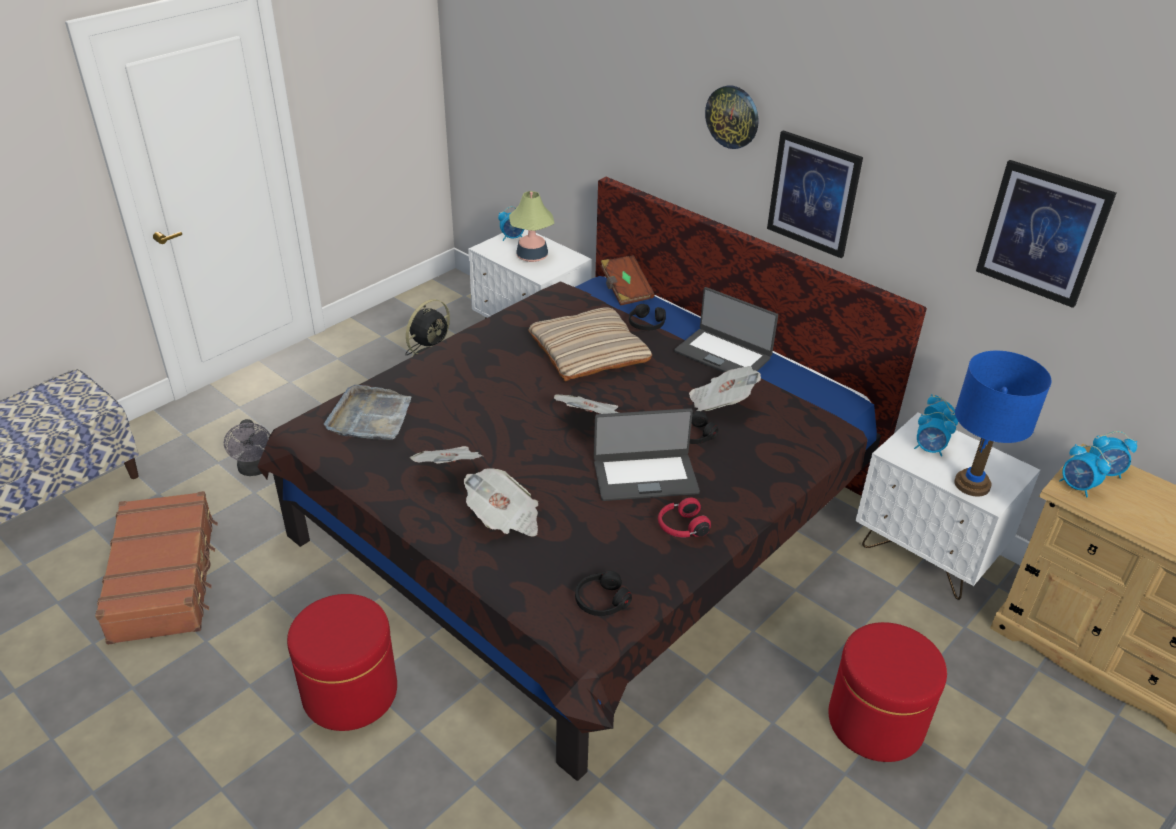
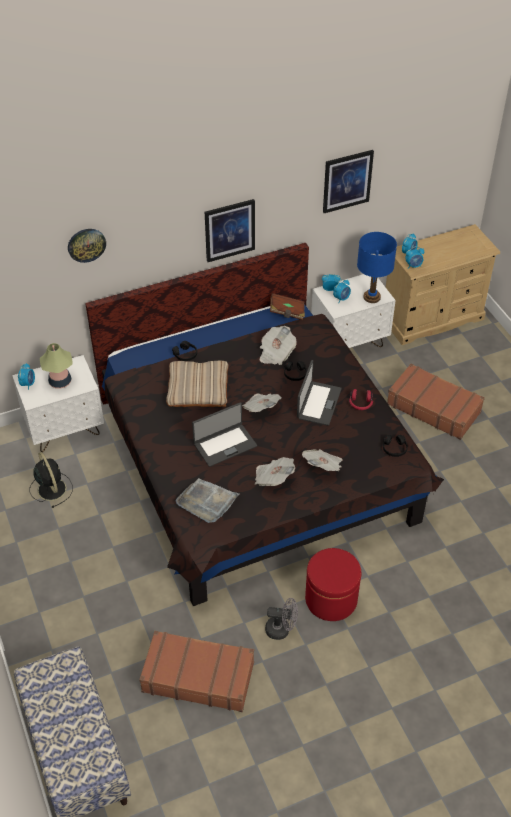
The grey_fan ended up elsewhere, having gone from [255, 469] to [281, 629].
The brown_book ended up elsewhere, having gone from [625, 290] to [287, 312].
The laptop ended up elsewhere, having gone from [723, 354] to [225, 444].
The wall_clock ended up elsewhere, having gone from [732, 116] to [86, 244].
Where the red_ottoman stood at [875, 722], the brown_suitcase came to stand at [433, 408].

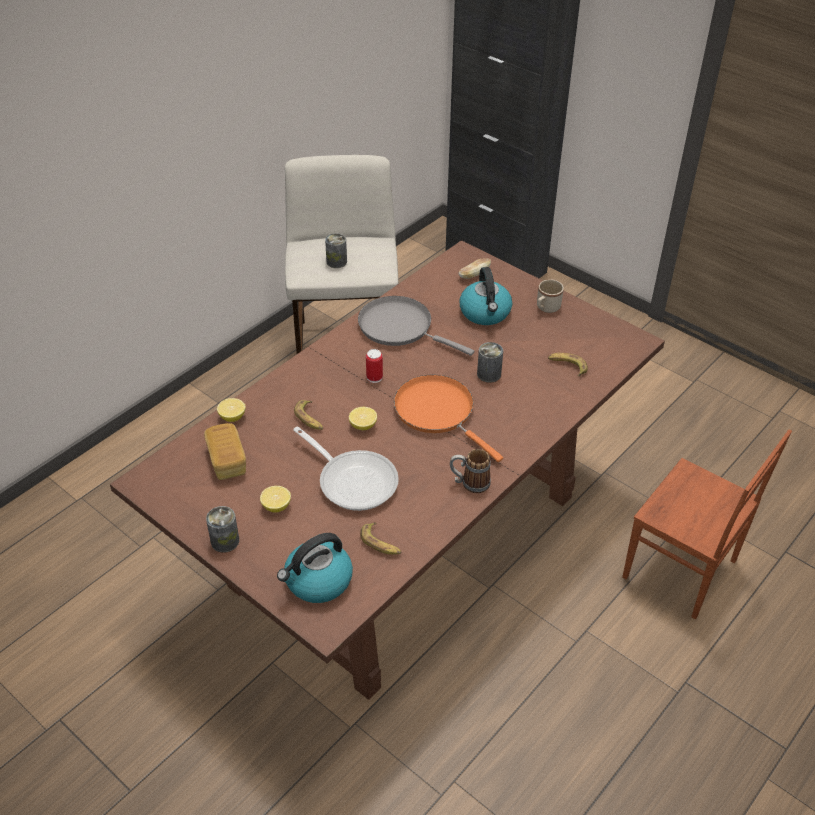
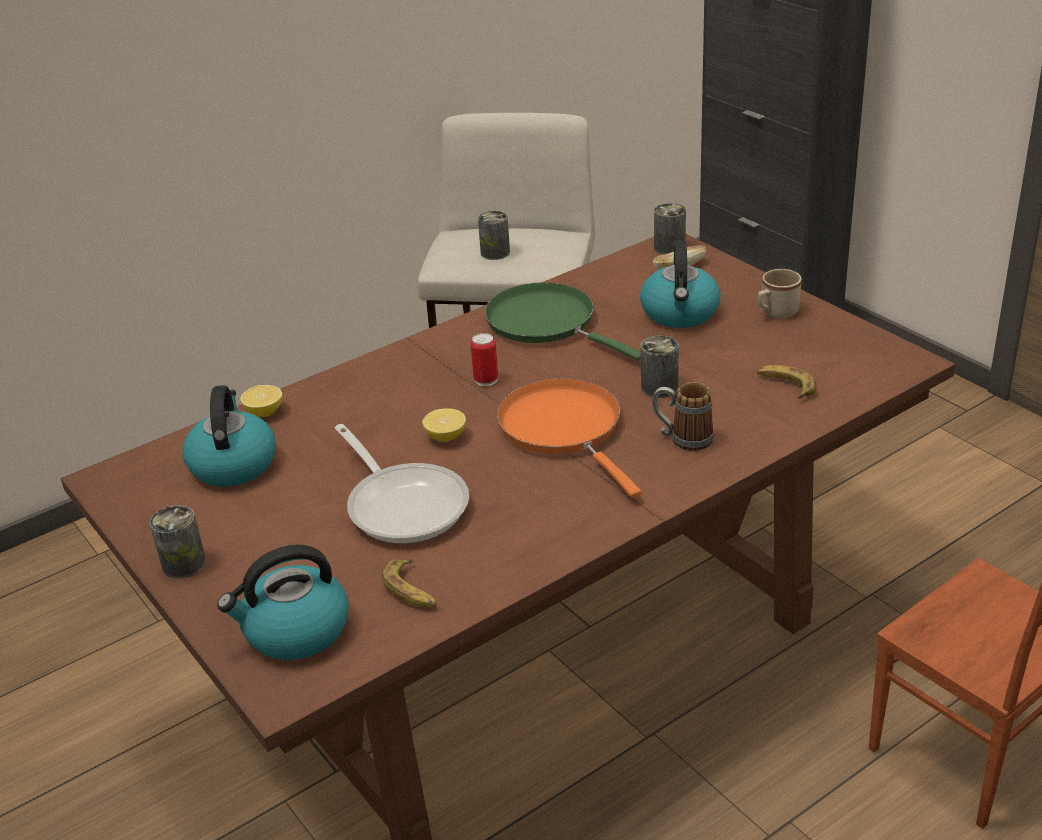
Where the bread stood at [227, 461], the kettle came to stand at [233, 464].
The second view lost the lemon at [276, 506].
The second view lost the banana at [310, 419].
What was the grey_frying_pan at [400, 327] turned into the green_frying_pan at [547, 323].
The mug ended up elsewhere, having gone from [469, 483] to [683, 439].
The second view gained the can at [669, 248].

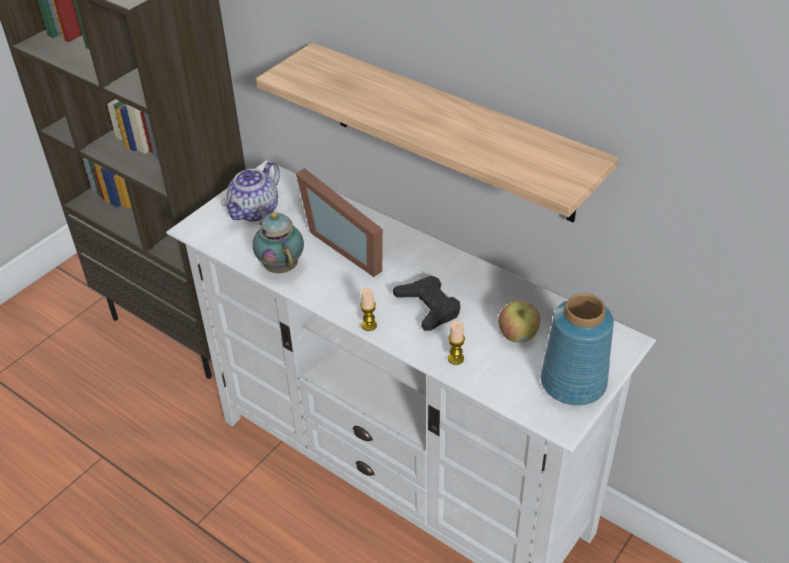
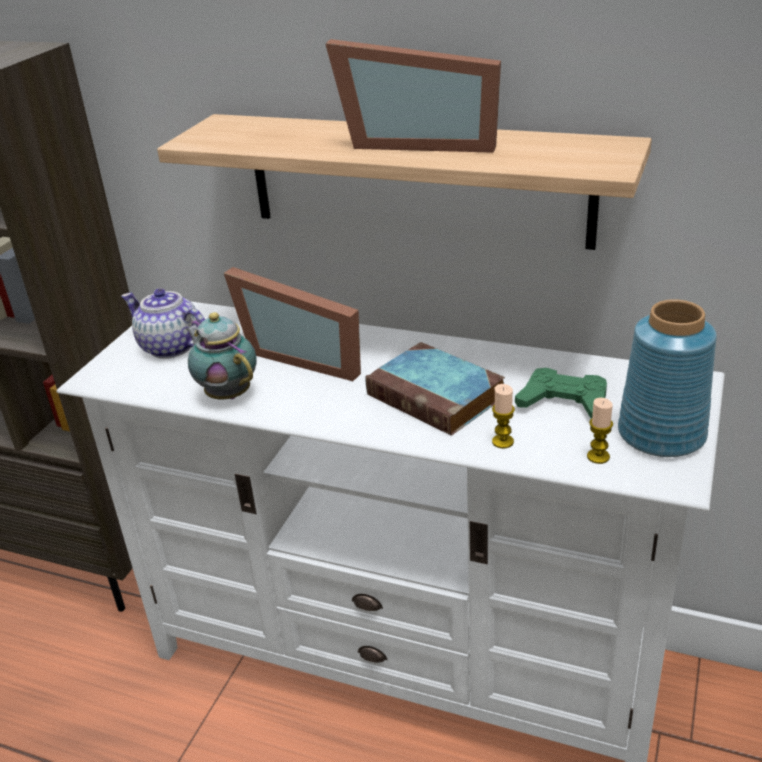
The teapot at [255, 211] ended up facing another way, 105 degrees clockwise from before.
The candle ended up elsewhere, having gone from [369, 325] to [598, 456].
Where the black_game_controller stood at [428, 307], the book came to stand at [438, 397].
Where the apple stood at [518, 335], the green_game_controller came to stand at [564, 402].
The second view gained the picture_frame at [419, 142].

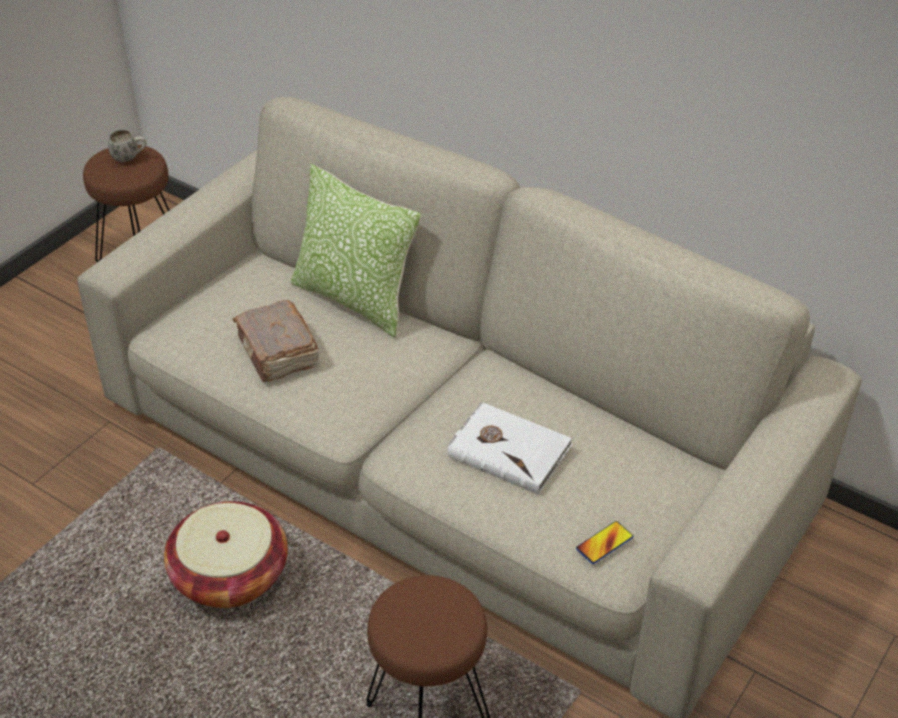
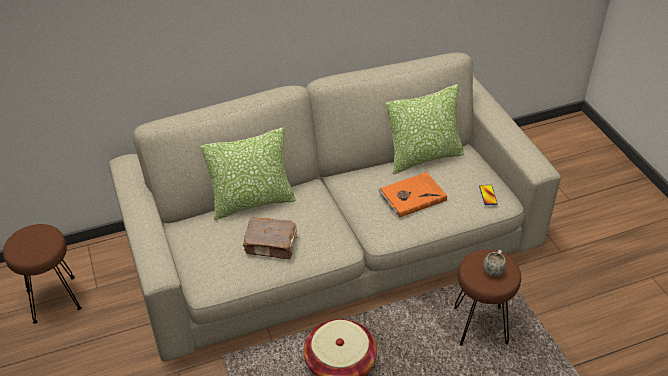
The white_mug ended up elsewhere, having gone from [130, 158] to [494, 269].
What was the white_book at [509, 450] turned into the orange_book at [411, 196].
The second view gained the pillow at [423, 157].

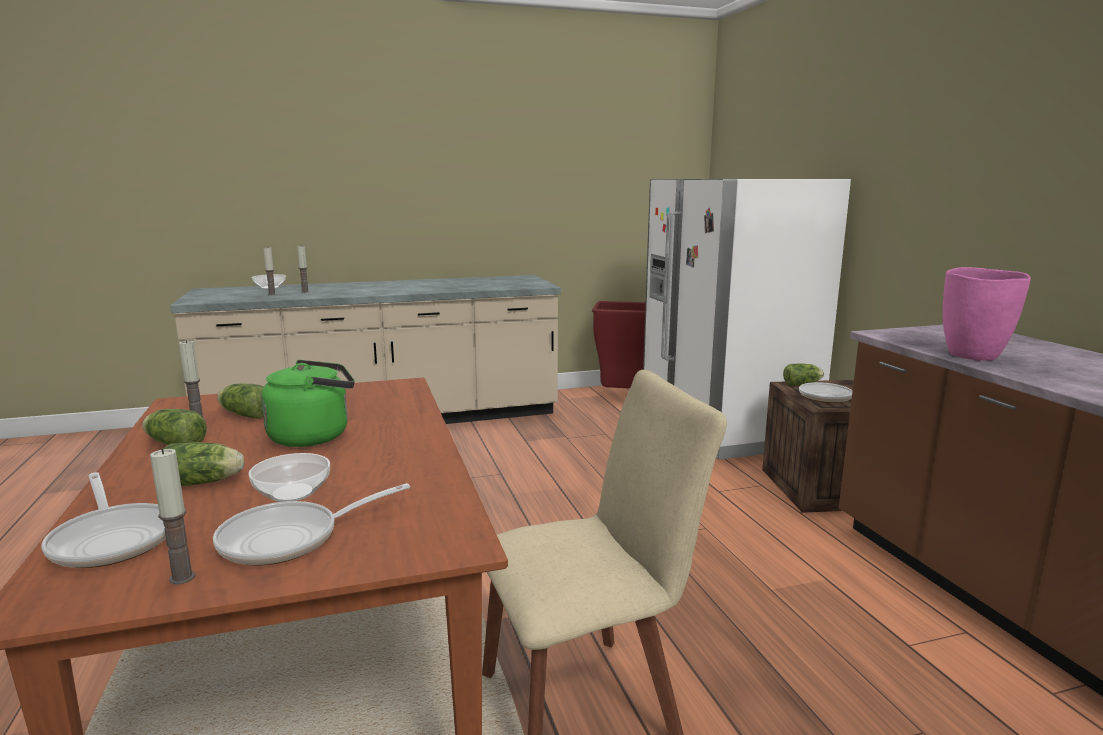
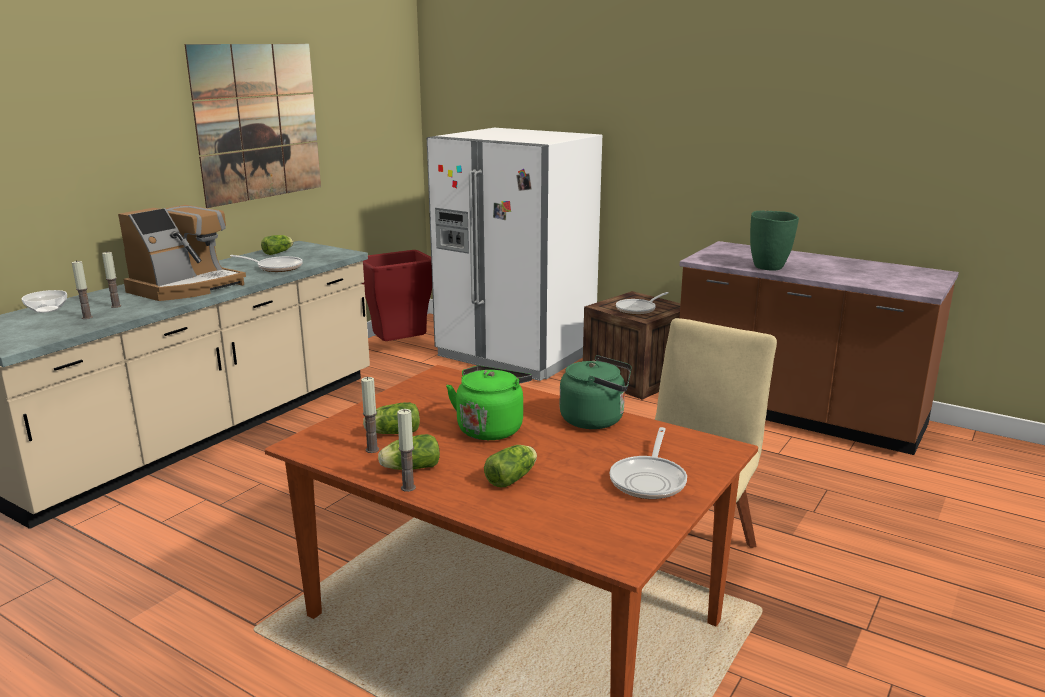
The frying_pan ended up elsewhere, having gone from [113, 539] to [276, 267].
The candle ended up elsewhere, having gone from [182, 578] to [408, 488].
The second view lost the bowl at [292, 493].
The lettuce ended up elsewhere, having gone from [803, 384] to [279, 252].
What was the pink_vase at [974, 355] turned into the green_vase at [769, 267].
The second view gained the coffee_machine at [186, 288].
The second view gained the picture at [258, 122].
The second view gained the green_kettle at [596, 420].

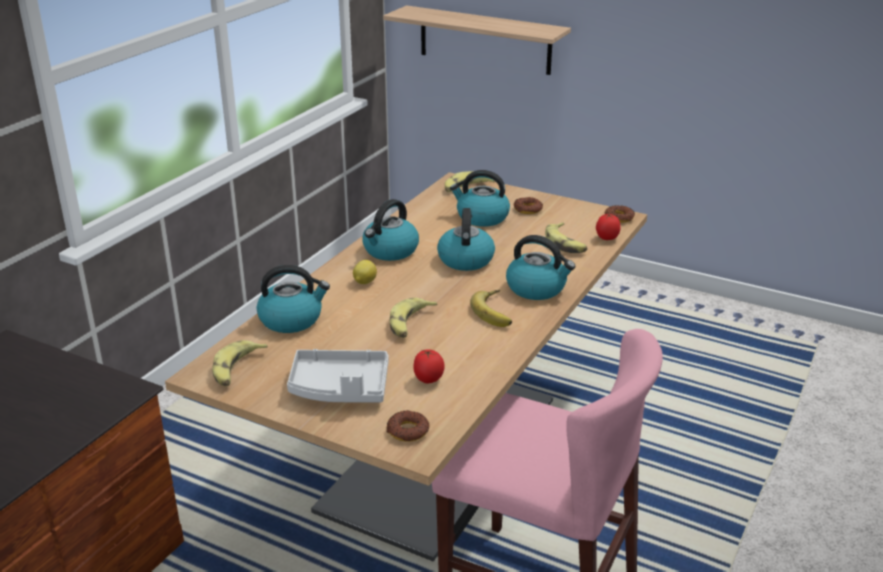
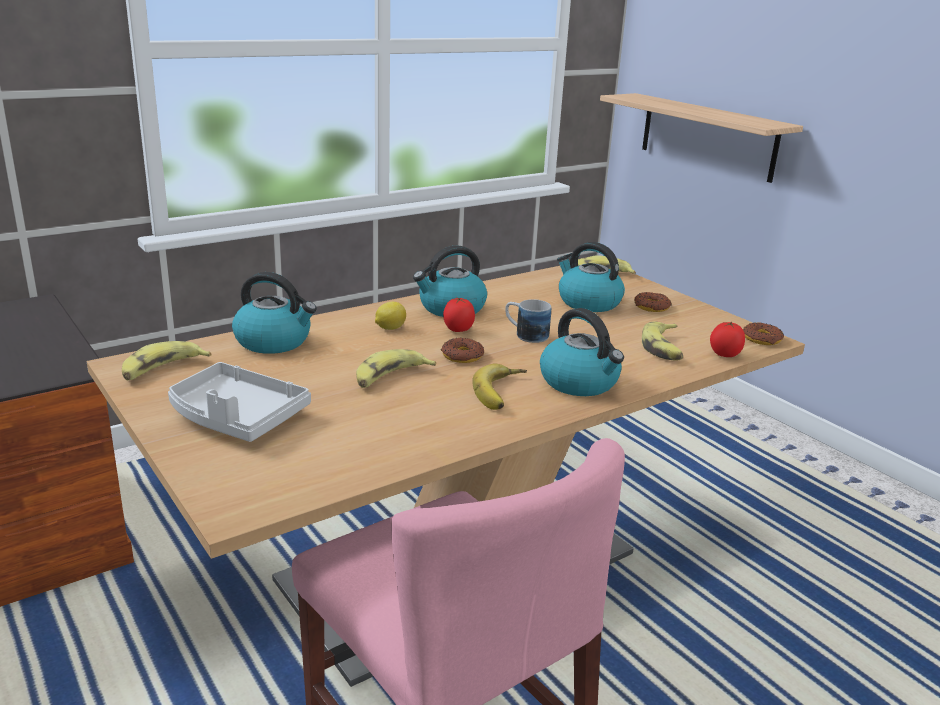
The donut ended up elsewhere, having gone from [408, 431] to [462, 356].
The tomato ended up elsewhere, having gone from [428, 380] to [458, 330].
Where the kettle stood at [465, 259], the mug came to stand at [525, 334].

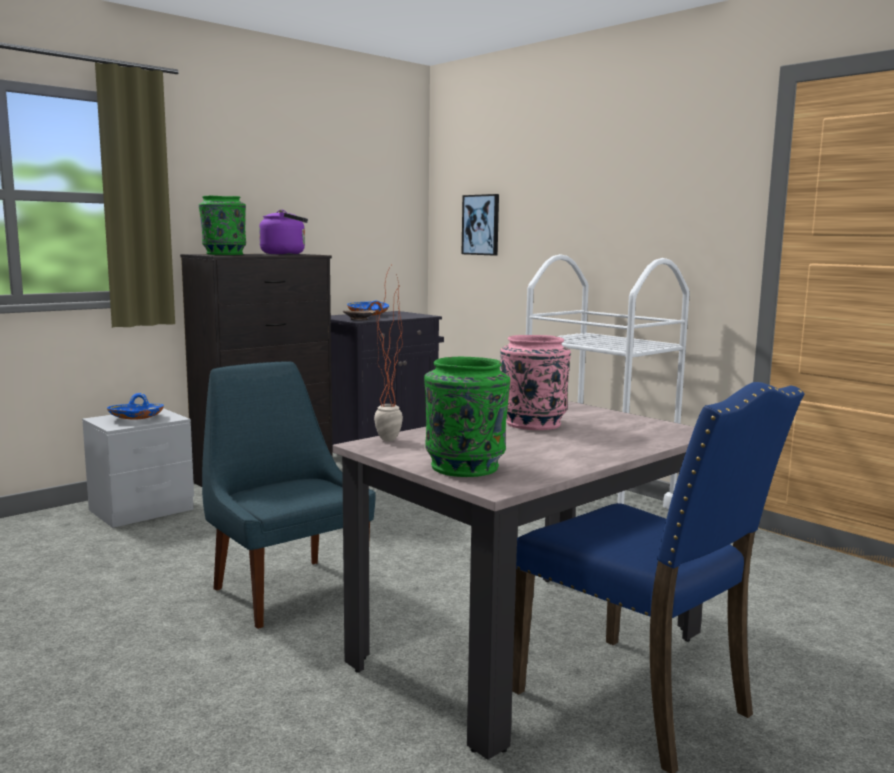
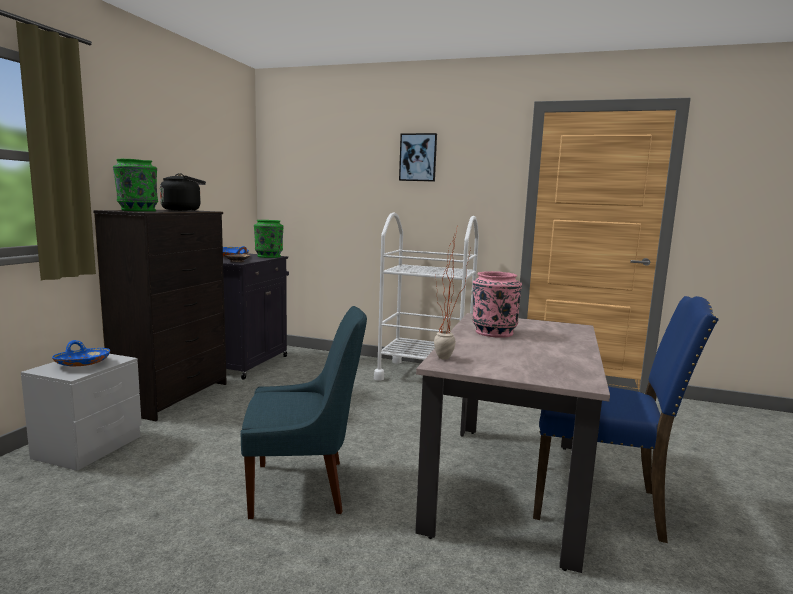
The blue_chair at [286, 590] ended up facing another way, 150 degrees clockwise from before.
What was the purple_kettle at [286, 254] turned into the black_kettle at [184, 210].
The green_vase ended up elsewhere, having gone from [465, 466] to [269, 256].
The picture ended up elsewhere, having gone from [481, 225] to [418, 157].

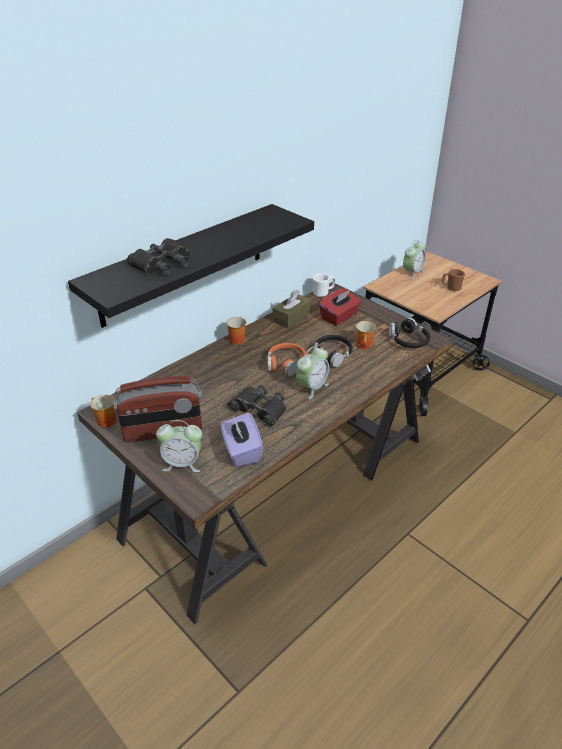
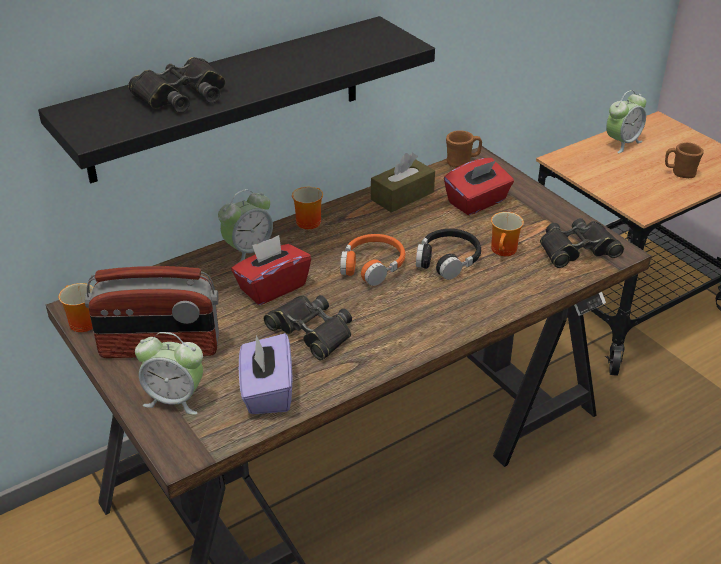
The alarm_clock ended up elsewhere, having gone from [312, 387] to [248, 251].
What was the white_mug at [323, 293] turned into the brown_mug at [462, 162].
Where the black_headphones stood at [408, 340], the black_binoculars came to stand at [577, 250].
The second view gained the red_tissue_box at [272, 287].

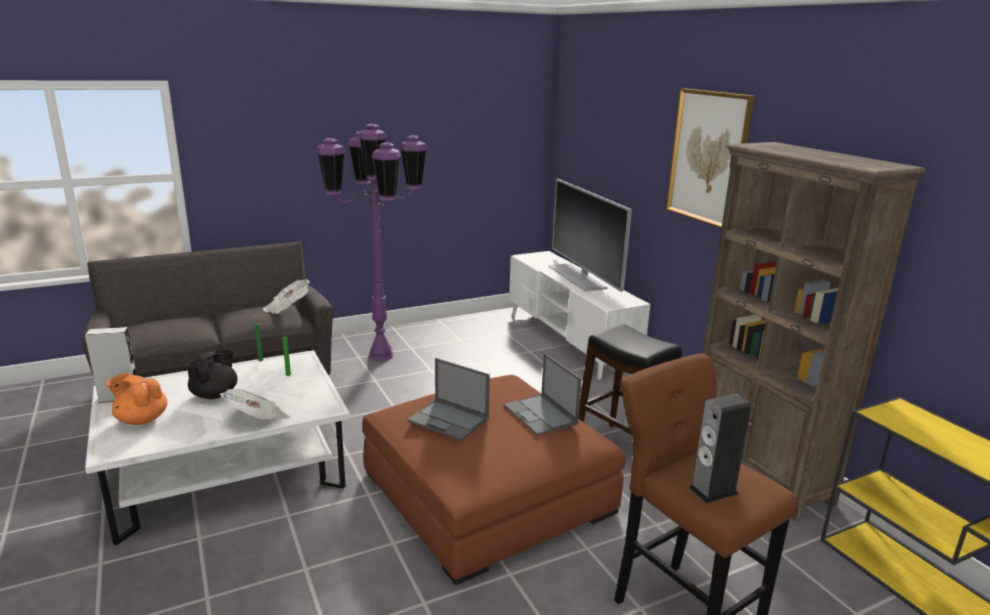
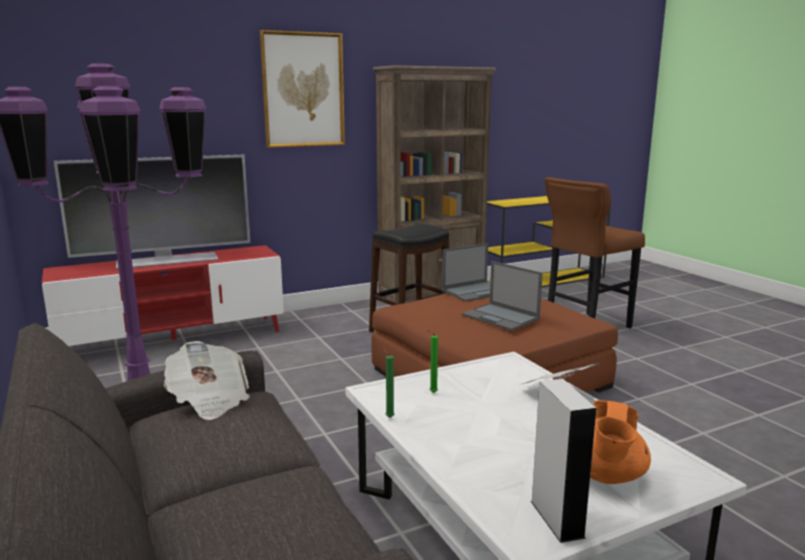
The second view lost the black_teapot at [215, 394].
The laptop at [449, 420] ended up facing another way, 105 degrees clockwise from before.
What was the white_tv_stand at [568, 340] turned into the red_tv_stand at [174, 339].
The second view lost the speaker at [713, 490].

